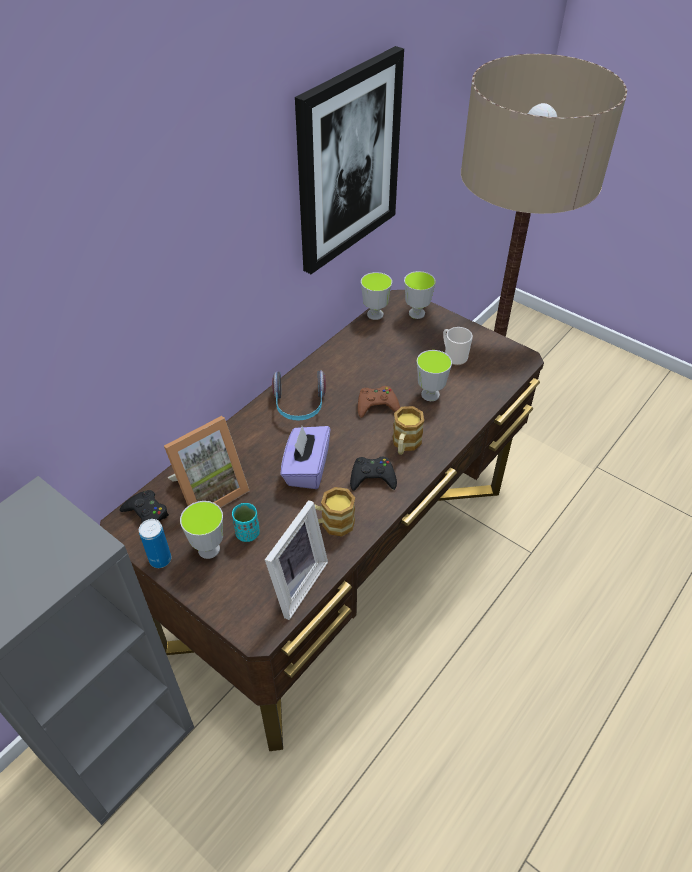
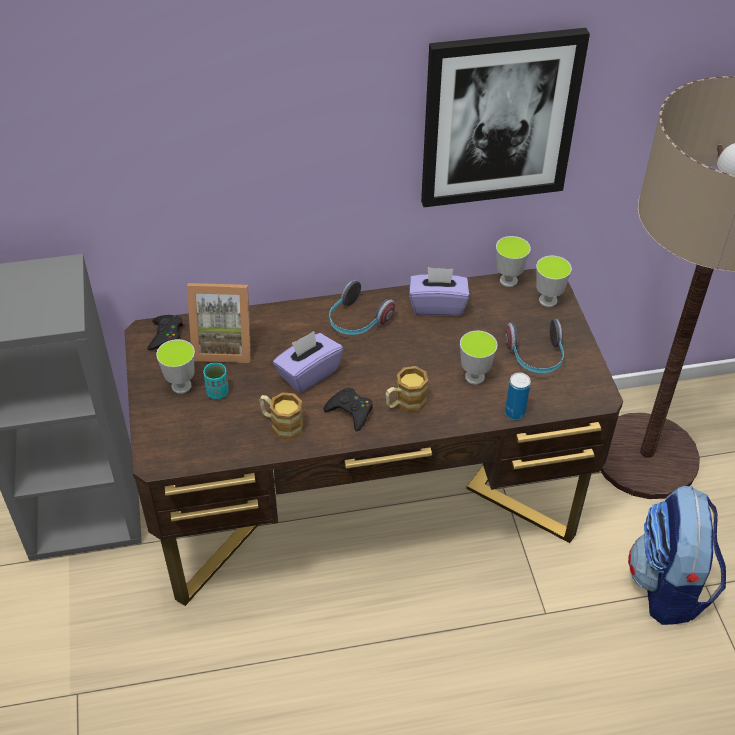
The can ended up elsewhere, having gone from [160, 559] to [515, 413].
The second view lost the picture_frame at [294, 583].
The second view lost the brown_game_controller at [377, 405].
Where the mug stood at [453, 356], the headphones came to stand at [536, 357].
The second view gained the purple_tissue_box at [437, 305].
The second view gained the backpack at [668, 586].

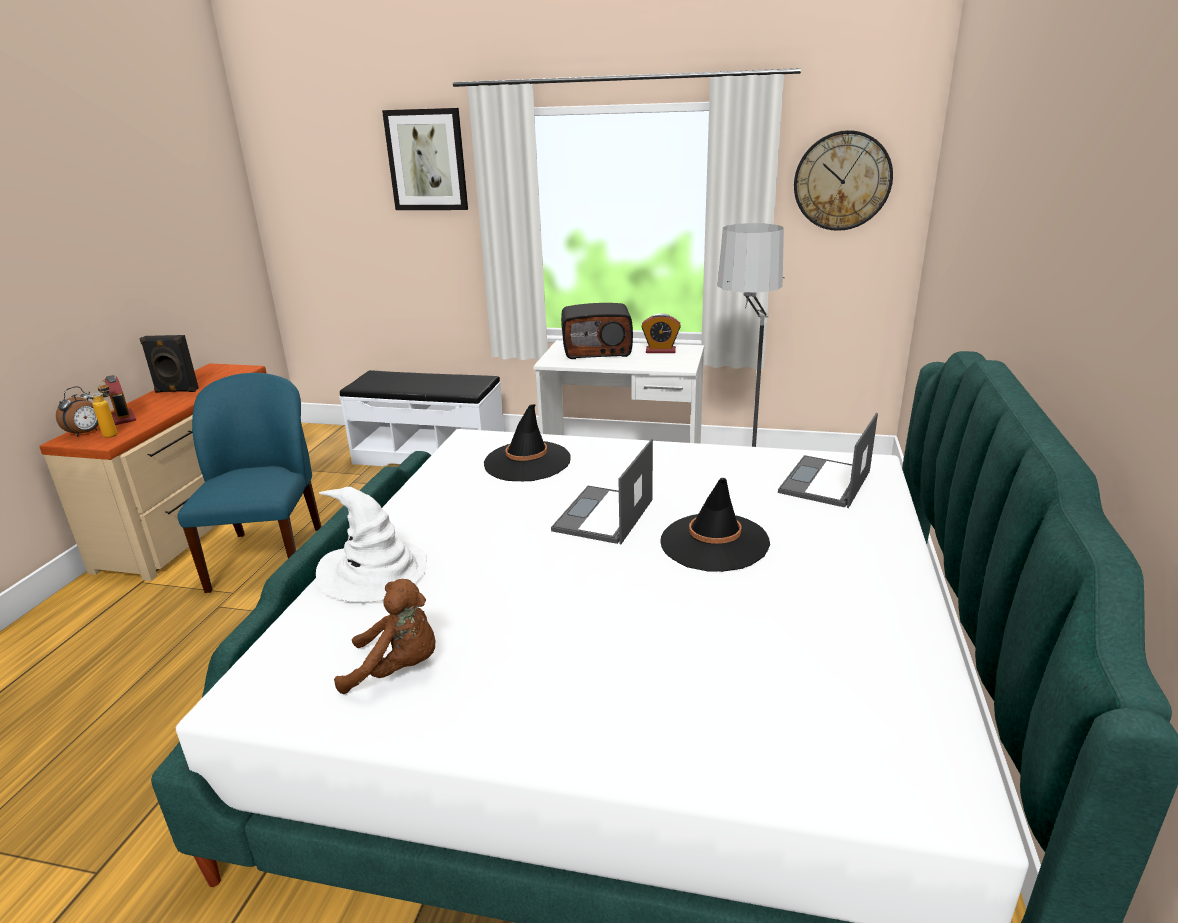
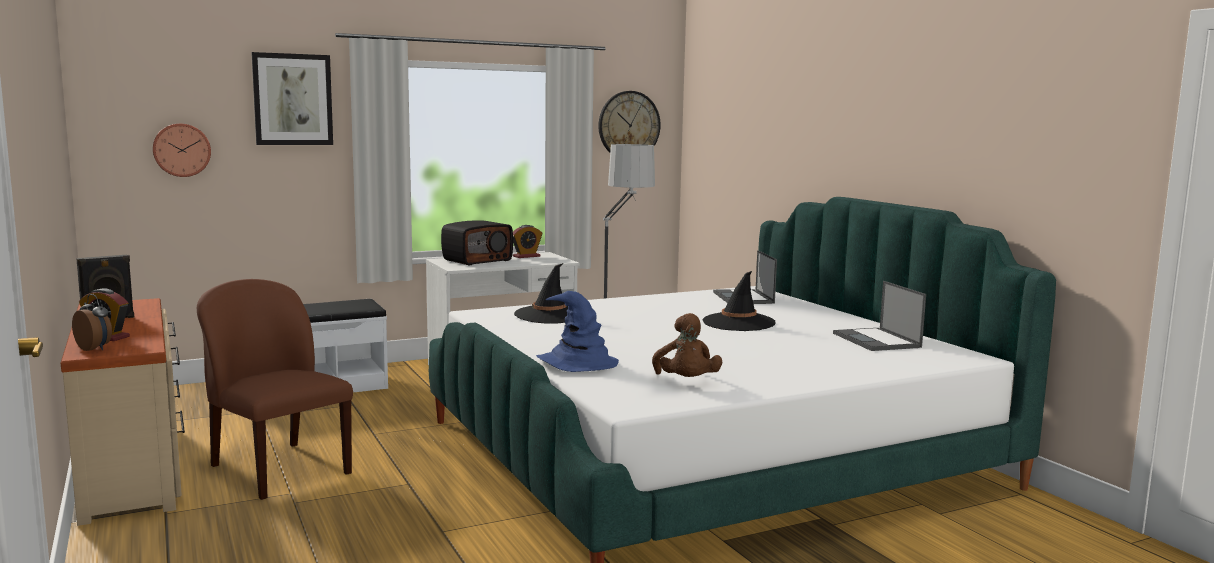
The alarm_clock at [86, 433] ended up facing another way, 45 degrees counterclockwise from before.
The second view lost the bottle at [113, 433].
What was the blue_chair at [269, 557] turned into the brown_chair at [278, 469].
What was the white_hat at [374, 573] turned into the blue_hat at [576, 363].
The brown_plush_toy at [398, 669] ended up facing another way, 120 degrees clockwise from before.
The laptop ended up elsewhere, having gone from [603, 516] to [877, 340].
The second view gained the wall_clock at [182, 150].

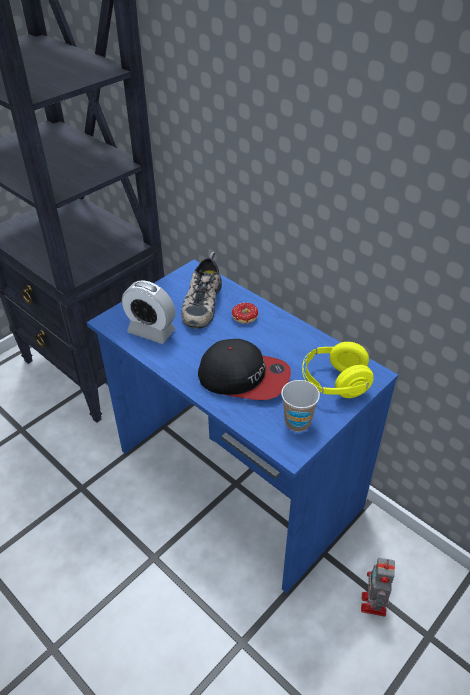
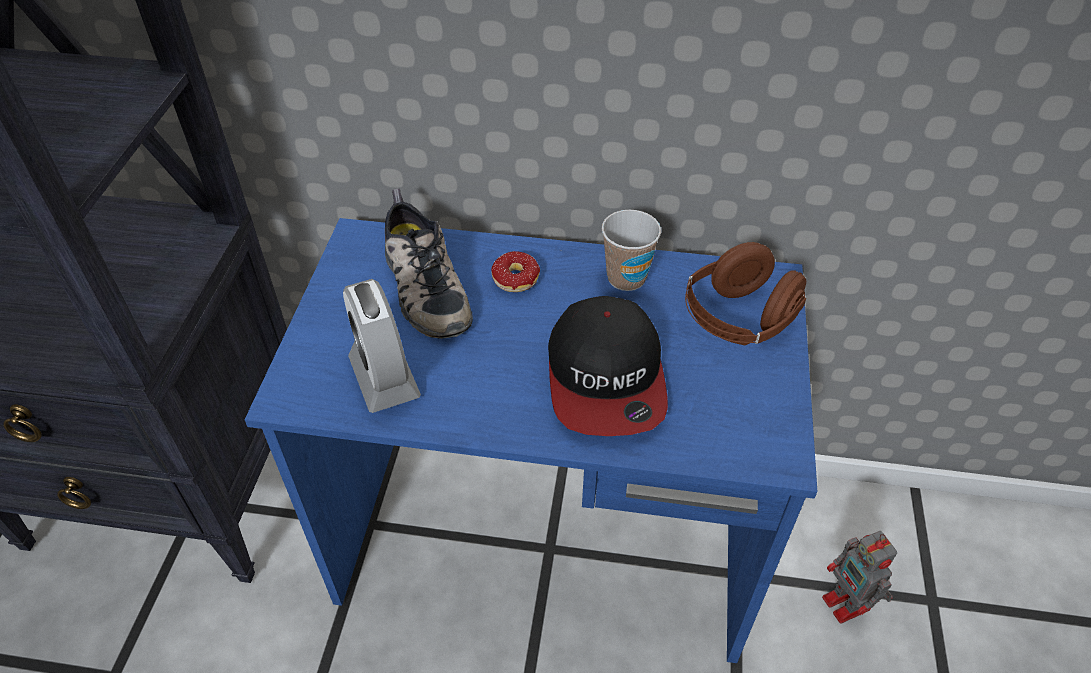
The alarm_clock at [151, 331] ended up facing another way, 75 degrees clockwise from before.
The cap at [244, 377] ended up facing another way, 105 degrees clockwise from before.
The cup ended up elsewhere, having gone from [297, 422] to [626, 278].
What was the yellow_headphones at [334, 383] turned into the brown_headphones at [738, 320].

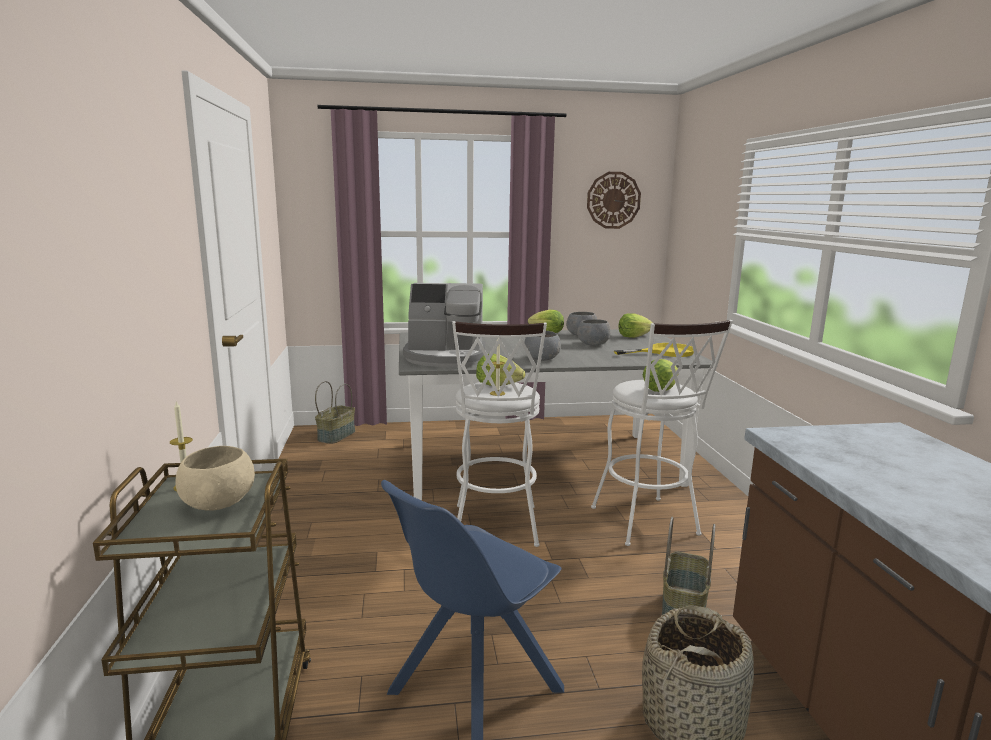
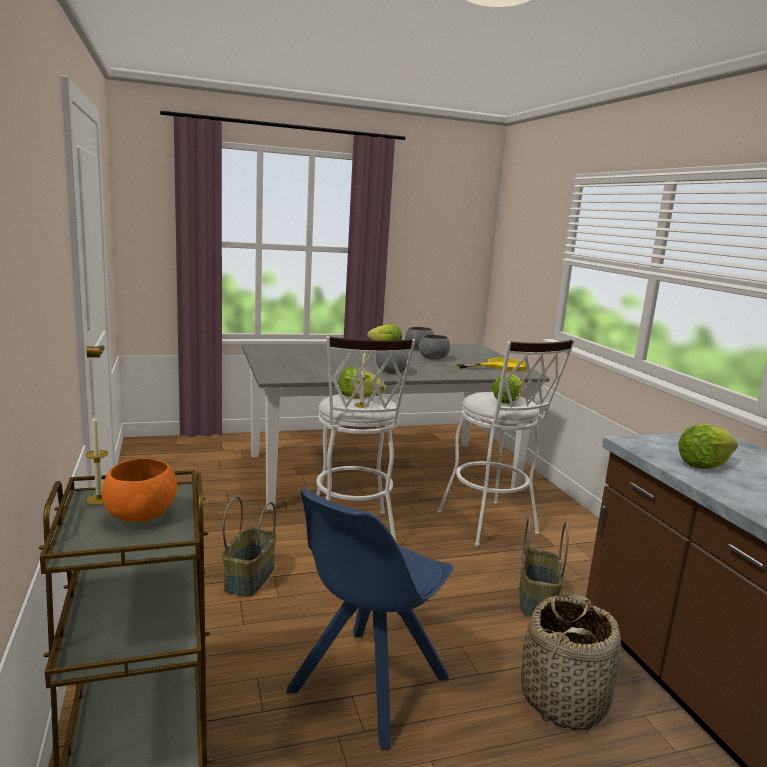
What was the beige_bowl at [217, 503] turned into the orange_bowl at [139, 515].
The basket ended up elsewhere, having gone from [336, 435] to [249, 577].
The second view lost the coffee_machine at [445, 357].
The second view lost the wall_clock at [613, 200].
The lettuce ended up elsewhere, having gone from [633, 336] to [704, 465].

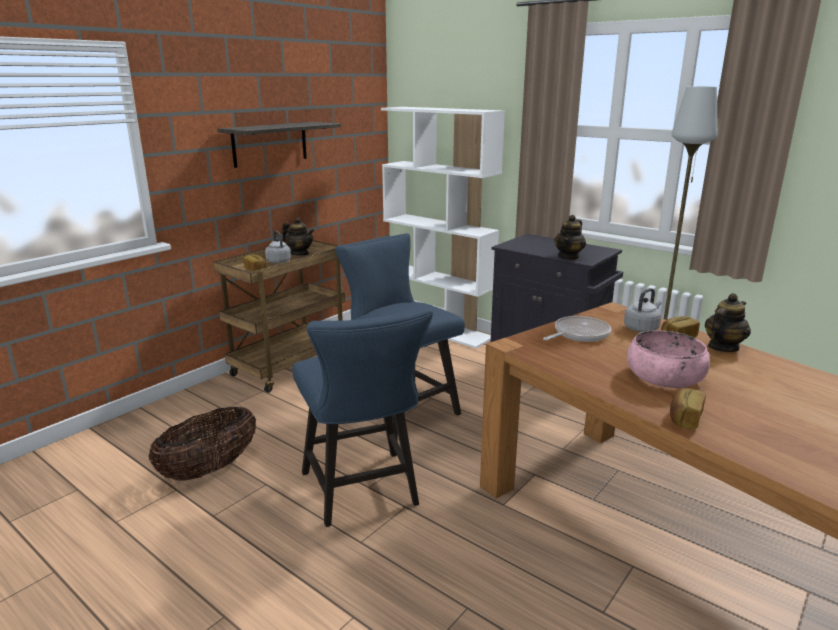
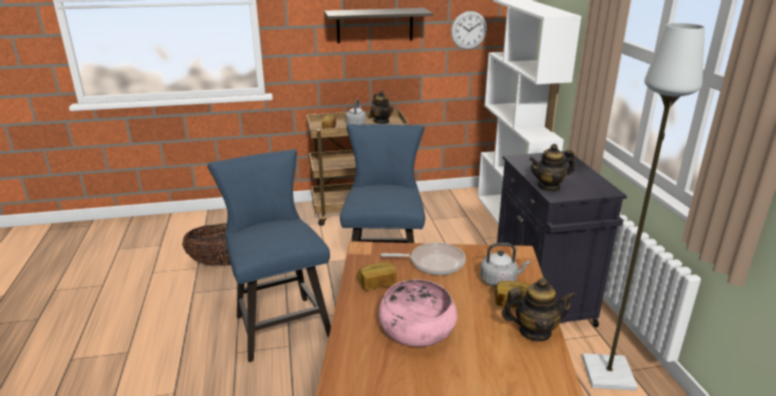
The blue_chair at [363, 493] ended up facing another way, 135 degrees clockwise from before.
The bread ended up elsewhere, having gone from [684, 418] to [377, 283].
The second view gained the wall_clock at [469, 30].

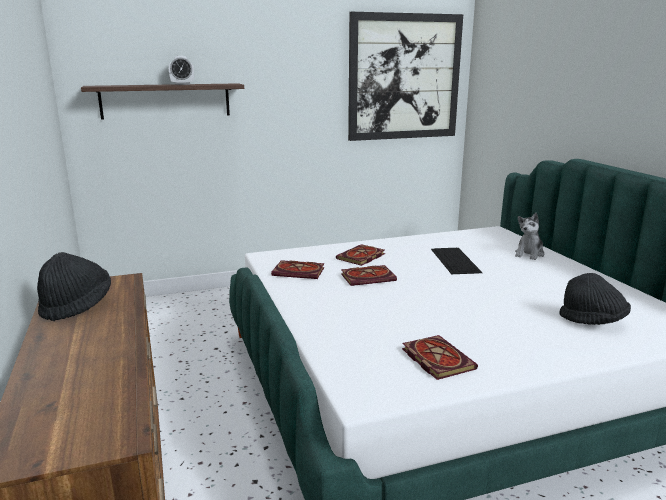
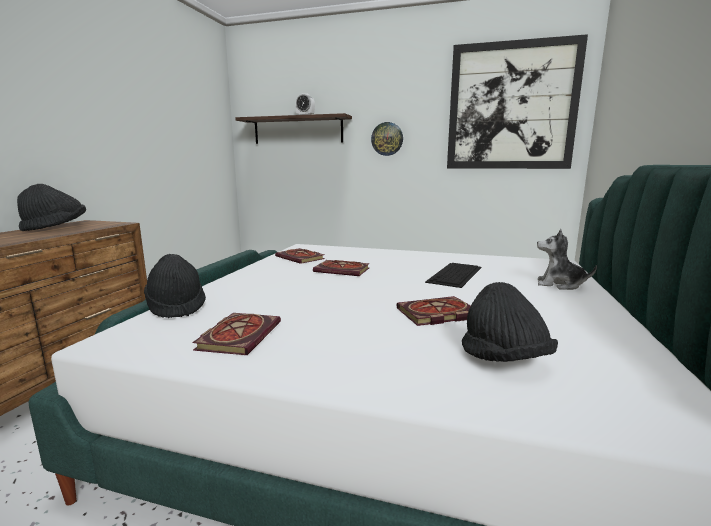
The book ended up elsewhere, having gone from [361, 257] to [436, 314].
The plush_toy at [529, 254] ended up facing another way, 45 degrees clockwise from before.
The second view gained the black_hat at [176, 307].
The second view gained the wall_clock at [387, 139].

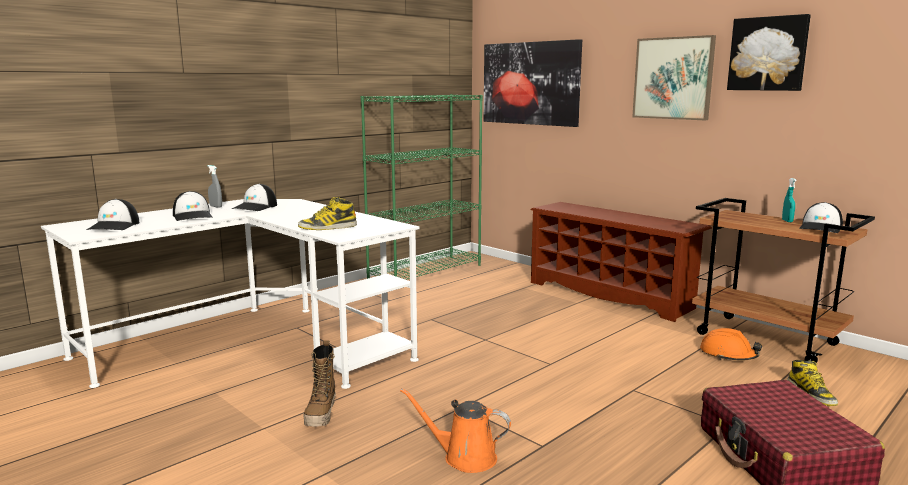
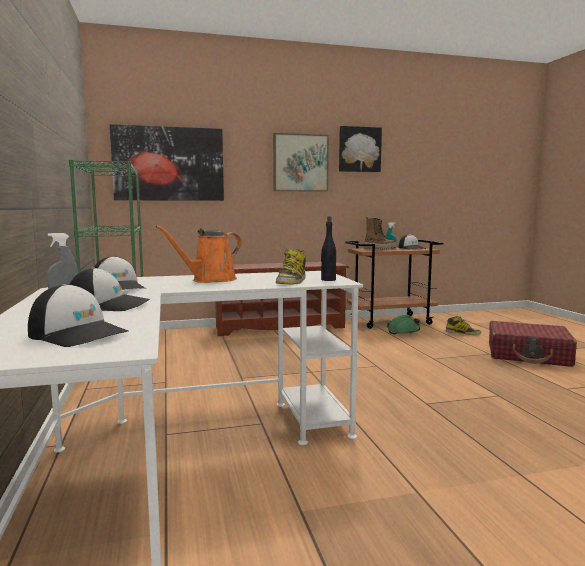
The boot ended up elsewhere, having gone from [321, 414] to [380, 249].
The orange_watering_can ended up elsewhere, having gone from [464, 457] to [210, 280].
What was the orange_hard_hat at [728, 355] turned into the green_hard_hat at [403, 331].
The second view gained the black_bottle at [328, 280].

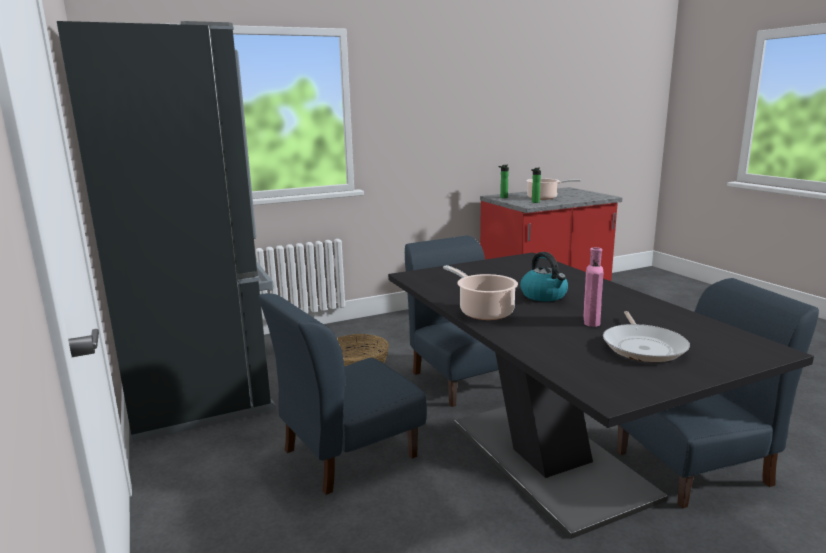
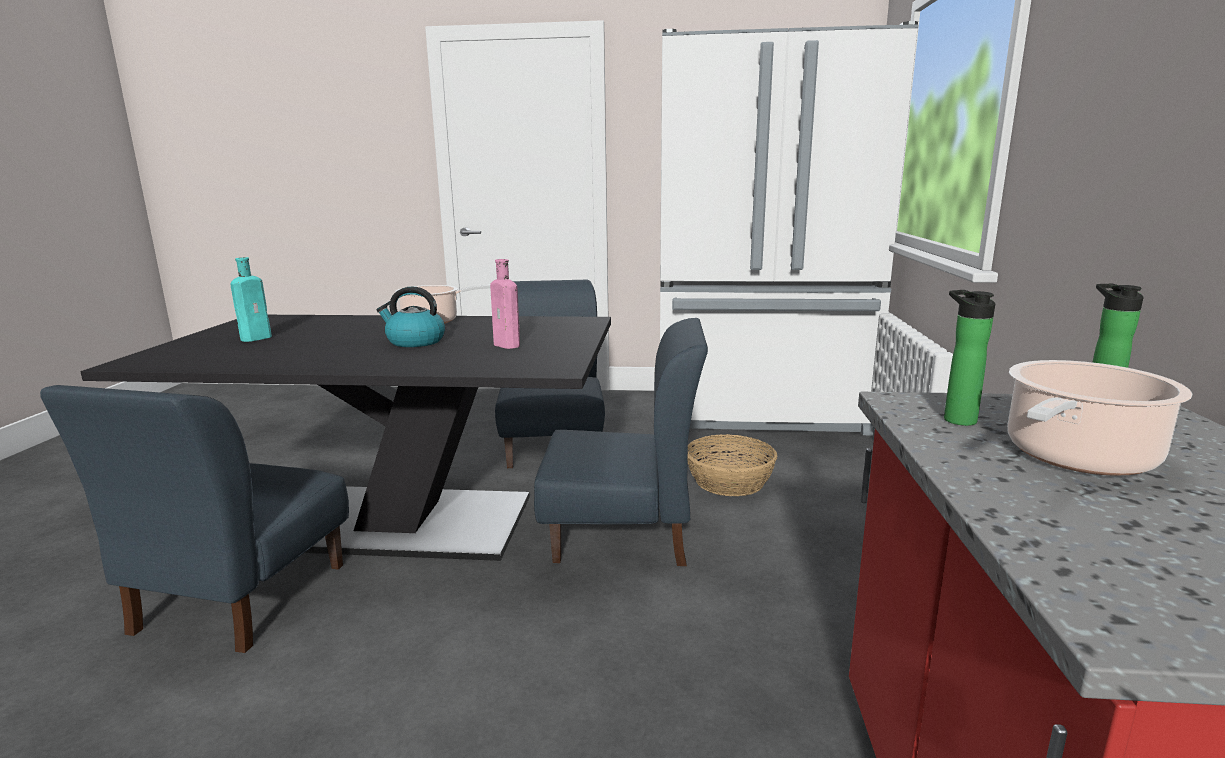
What was the black_fridge at [200, 383] turned into the white_fridge at [760, 413].
The pink_bottle ended up elsewhere, having gone from [591, 321] to [508, 345].
Where the frying_pan stood at [643, 346], the turquoise_bottle came to stand at [258, 338].

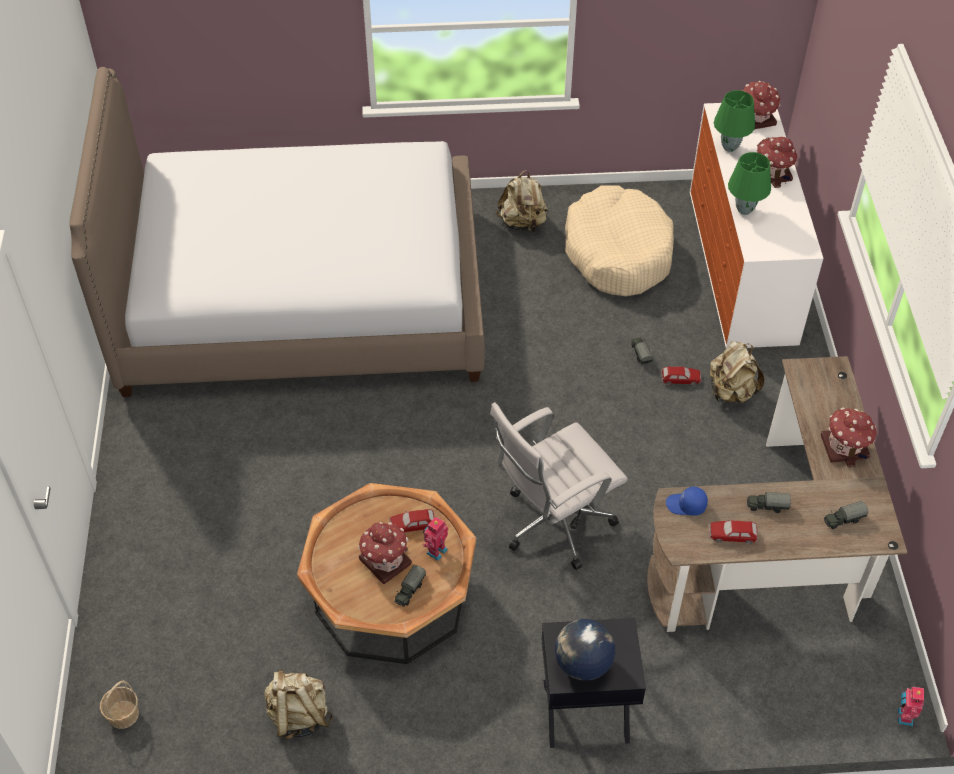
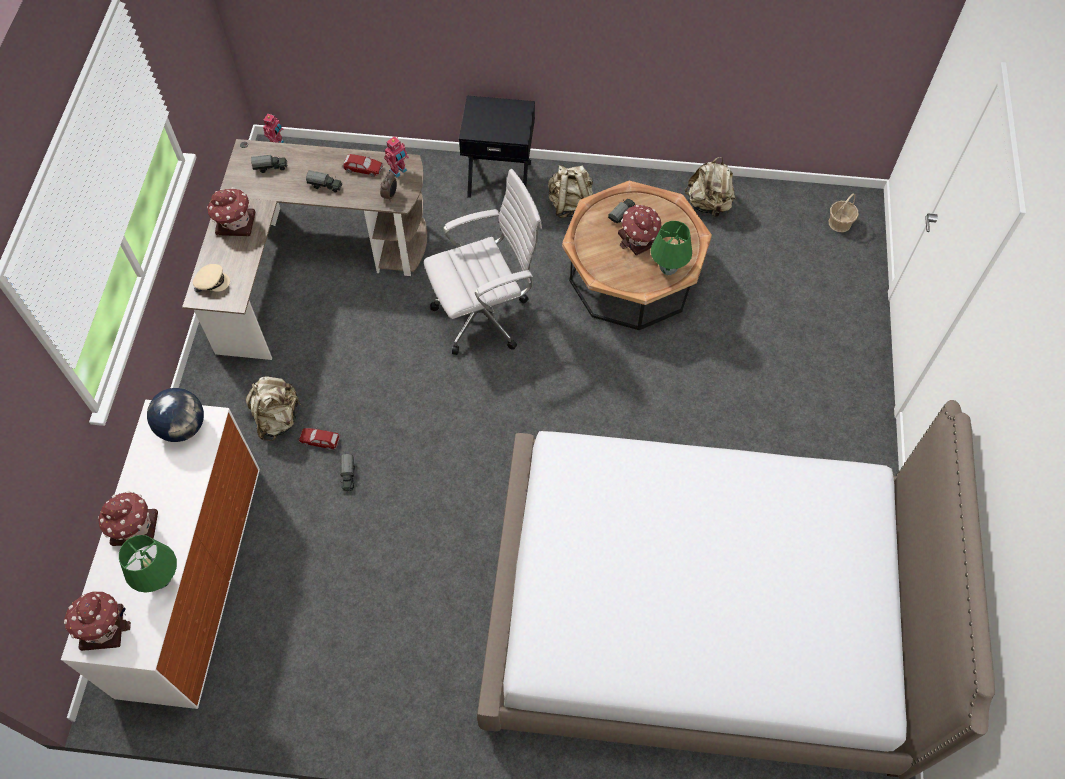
The second view lost the toy_car at [412, 525].
The toy_robot ended up elsewhere, having gone from [435, 551] to [398, 171].
The beige_backpack ended up elsewhere, having gone from [522, 223] to [570, 205].
The globe ended up elsewhere, having gone from [583, 664] to [183, 427].
The second view lost the beige_dog_bed at [618, 252].
Where the blue_cap stood at [686, 505], the alarm_clock came to stand at [390, 195].
The green_table_lamp ended up elsewhere, having gone from [744, 210] to [668, 269].
The second view gained the beige_cap at [212, 281].

